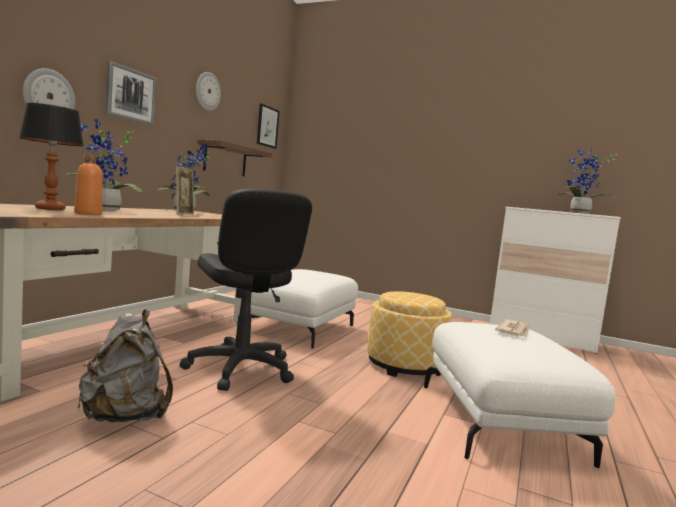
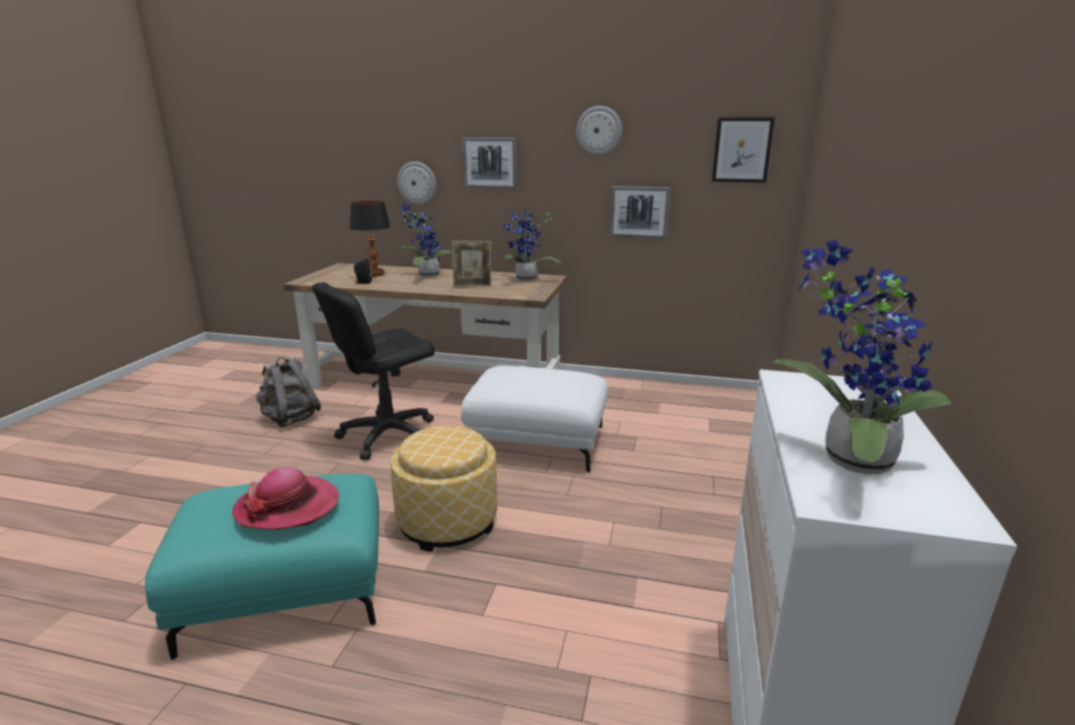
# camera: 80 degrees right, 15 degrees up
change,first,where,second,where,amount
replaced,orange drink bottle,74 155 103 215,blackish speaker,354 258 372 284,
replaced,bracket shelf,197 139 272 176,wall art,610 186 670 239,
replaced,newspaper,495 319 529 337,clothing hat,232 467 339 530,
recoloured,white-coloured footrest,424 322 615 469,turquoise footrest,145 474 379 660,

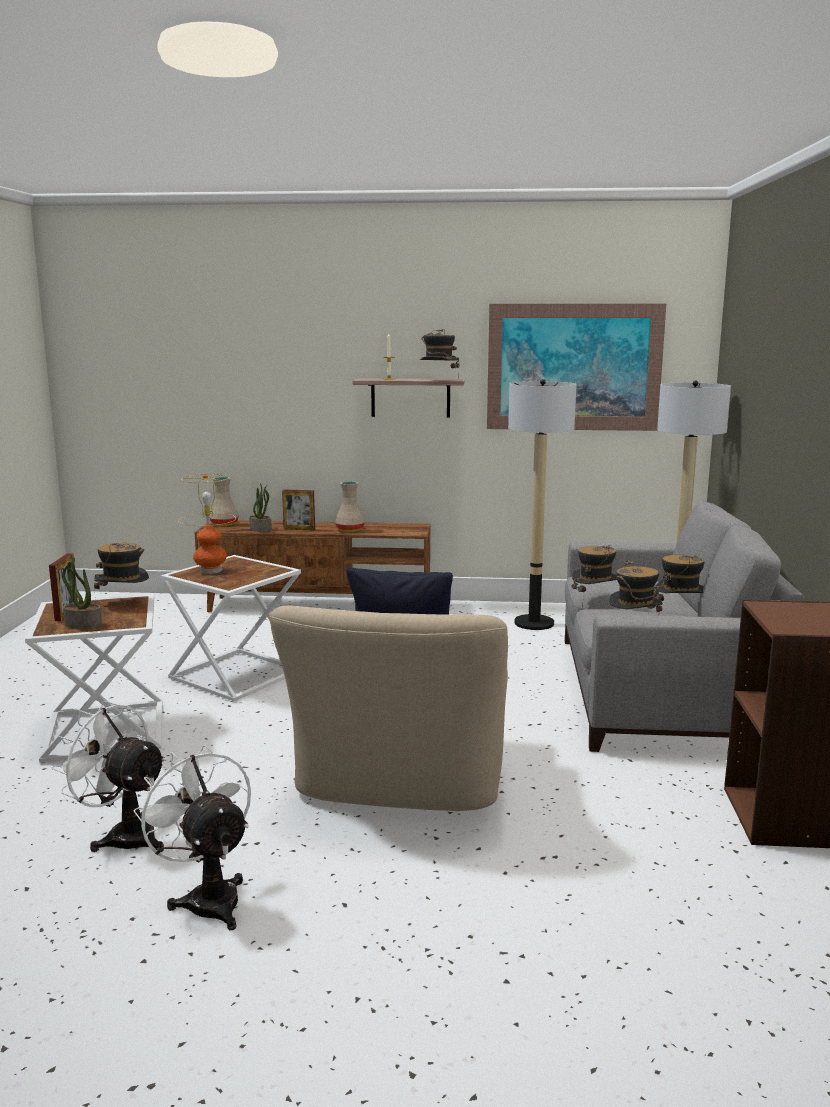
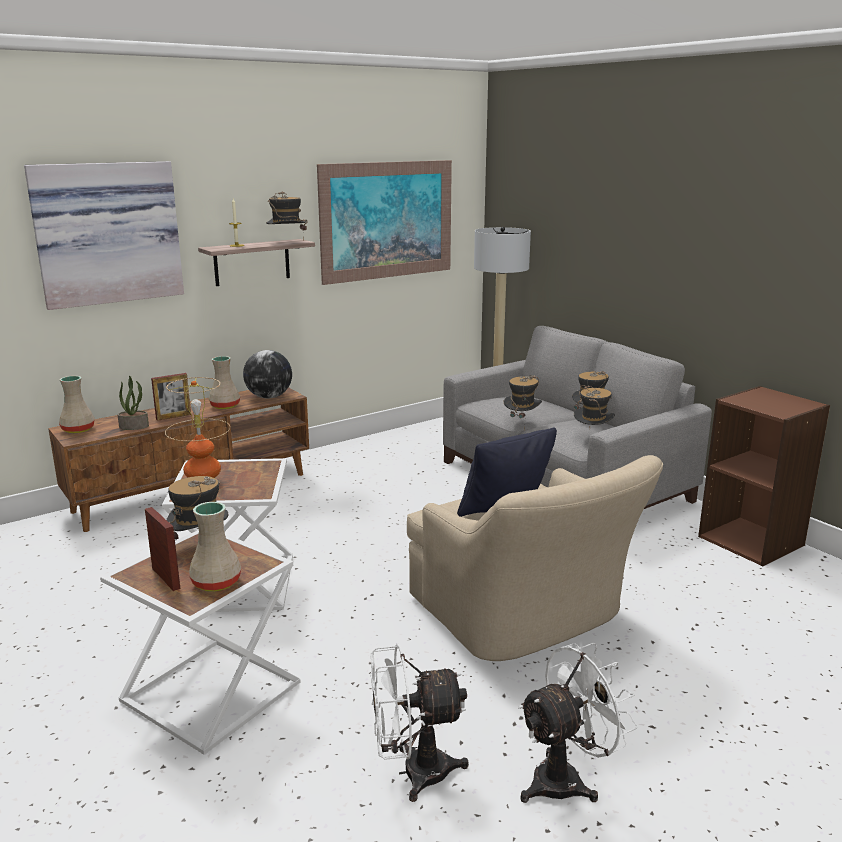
# camera: 40 degrees left, 5 degrees up
change,first,where,second,where,amount
removed,standard lamp,508 379 576 630,,,
added,,,wall art,24 161 184 310,
added,,,desk globe,243 350 292 398,
replaced,plant in a pot,62 557 102 629,beige-coloured vase,189 502 241 592,
turned,white-coloured fan,134 745 251 930,,518 642 638 803,135 degrees clockwise

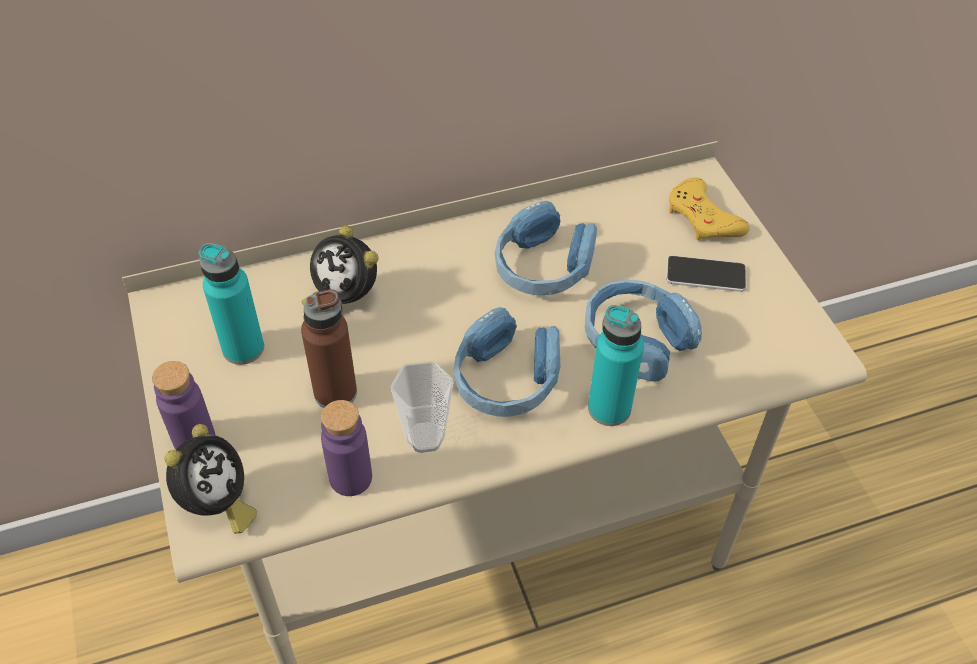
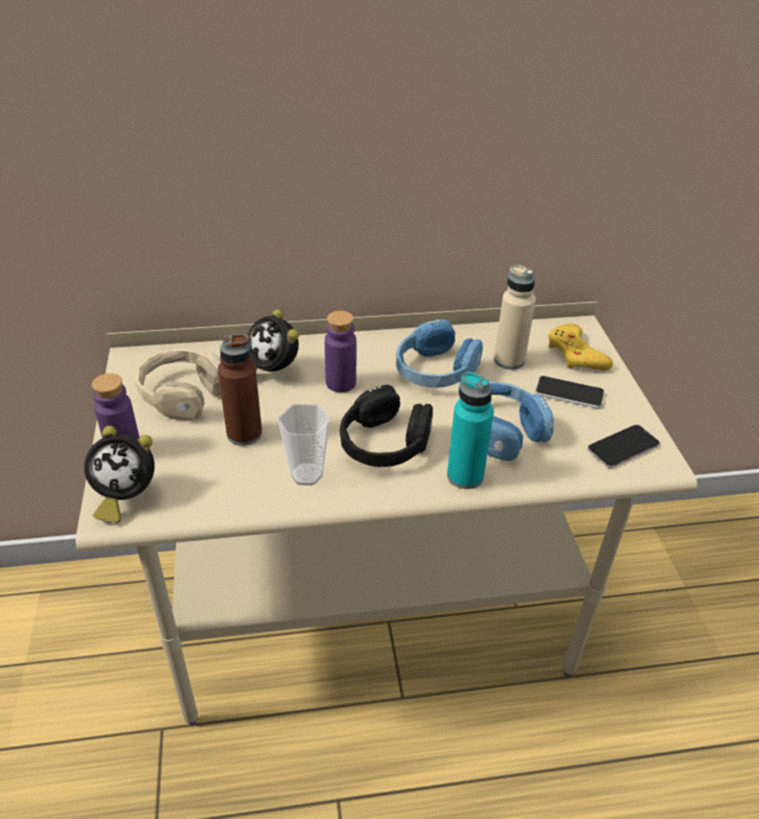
# camera: 10 degrees right, 10 degrees down
change,first,where,second,where,amount
added,,,beige-coloured drink bottle,494 264 536 370,
added,,,phone,587 425 660 468,
moved,purplish drink bottle,321 400 372 496,,325 311 356 392,
replaced,turquoise drink bottle,199 243 264 365,beige-coloured pair of headphones,135 349 221 420,
recoloured,blue pair of headphones,454 307 561 417,blackish pair of headphones,340 384 433 467,
turned,bedside clock,165 424 257 534,,84 426 155 523,60 degrees clockwise

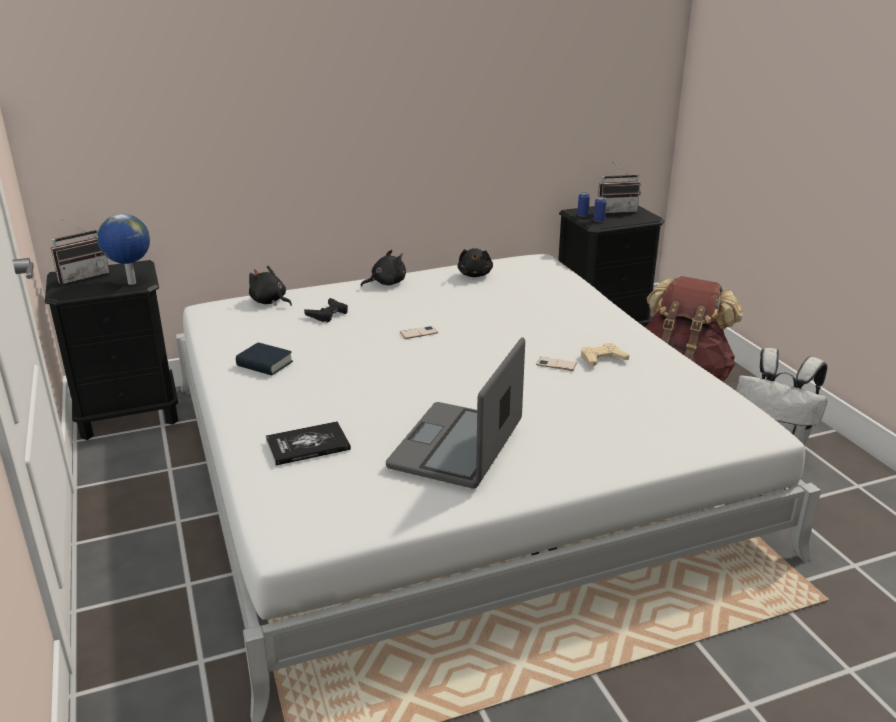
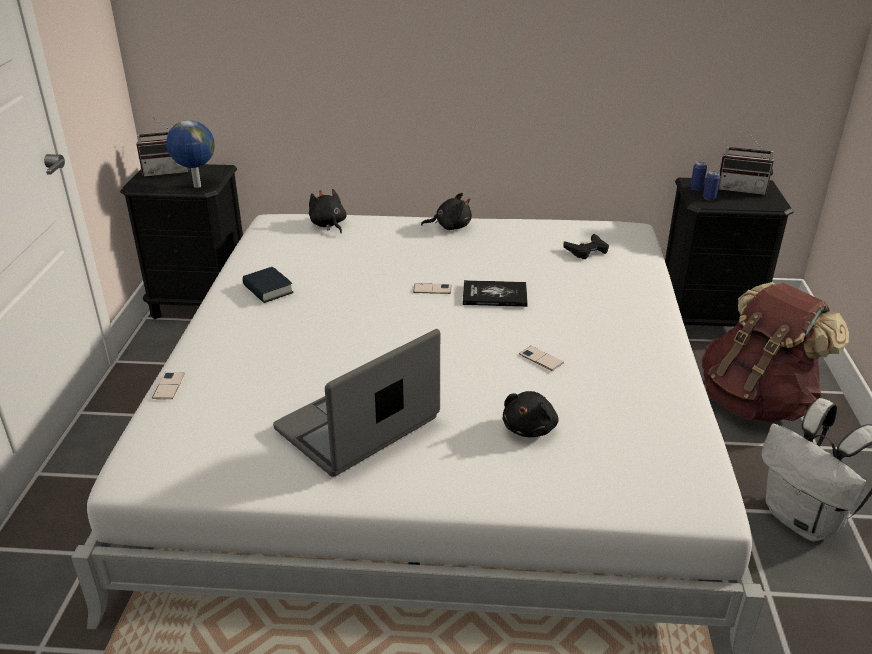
# camera: 25 degrees right, 5 degrees up
change,first,where,second,where,amount
removed,beige-coloured game controller,581 343 629 366,,,
added,,,phone,152 372 185 399,
moved,bound book,266 421 351 466,,463 280 528 307,
moved,blackish game controller,304 298 348 322,,563 234 609 259,
moved,blackish soft toy,458 248 493 277,,502 391 558 437,

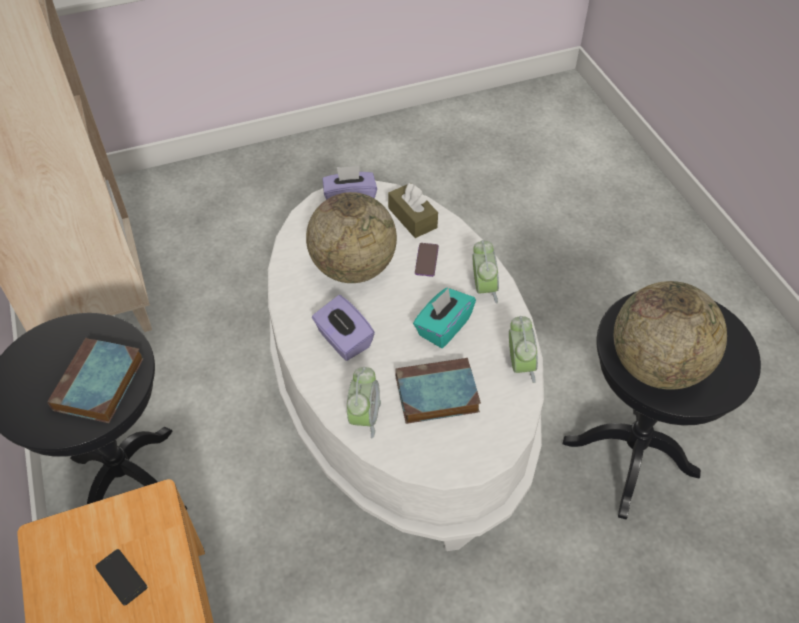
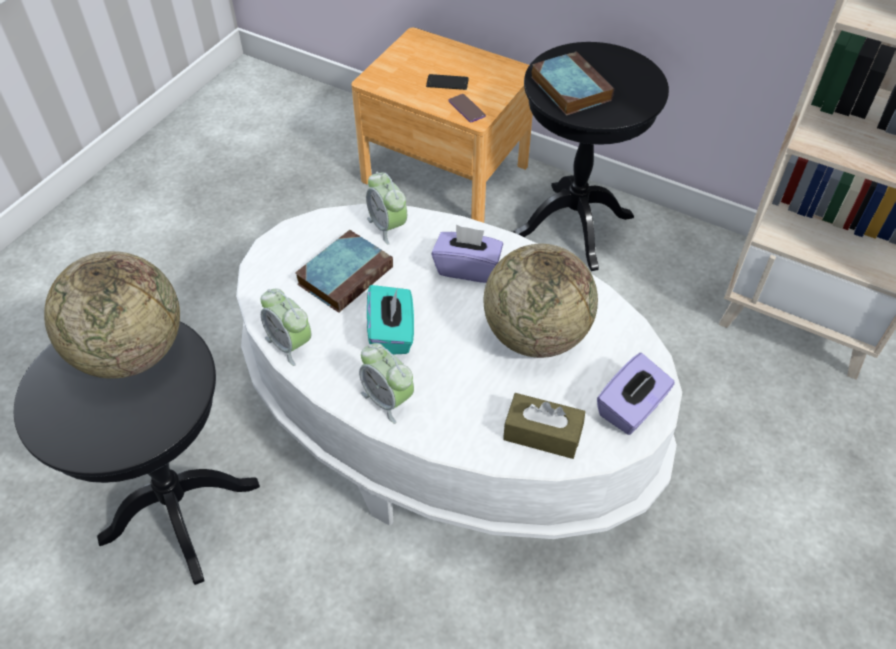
# camera: 140 degrees right, 0 degrees up
change,first,where,second,where,amount
moved,phone,415 243 439 277,,448 94 486 122,

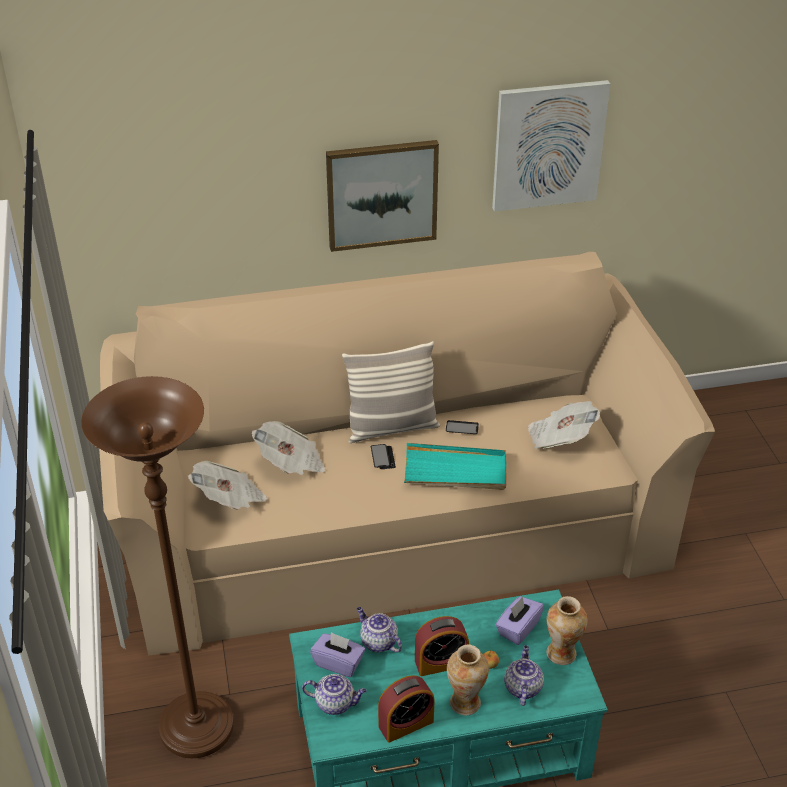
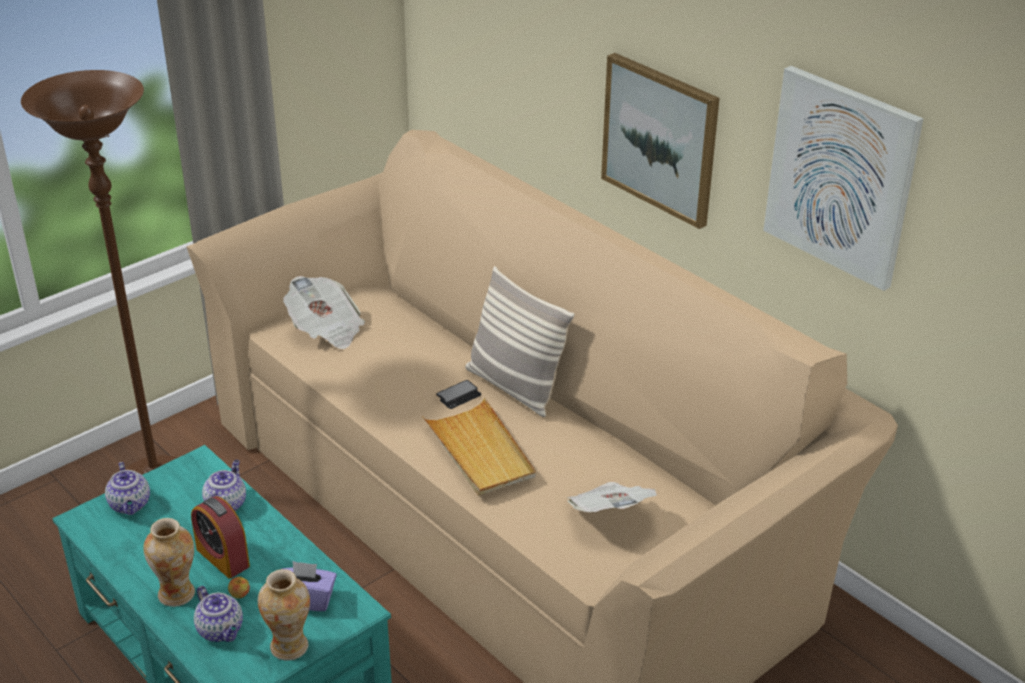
# camera: 60 degrees right, 5 degrees down
change,first,where,second,where,amount
removed,newspaper,252 421 325 475,,,
removed,purplish tissue holder,310 632 365 677,,,
removed,bedside clock,378 675 435 743,,,
removed,phone,446 420 479 434,,,
recoloured,turquoise carrying tray,404 443 506 490,beige-coloured carrying tray,422 398 536 496,
turned,teapot,504 645 544 706,,194 586 243 642,75 degrees clockwise

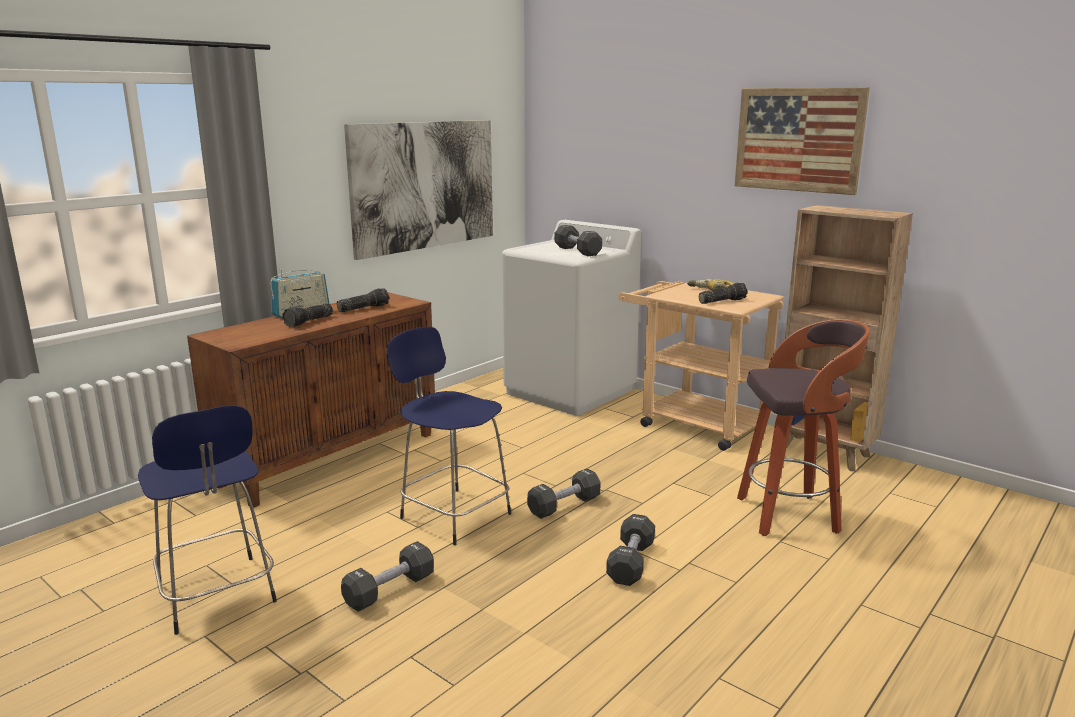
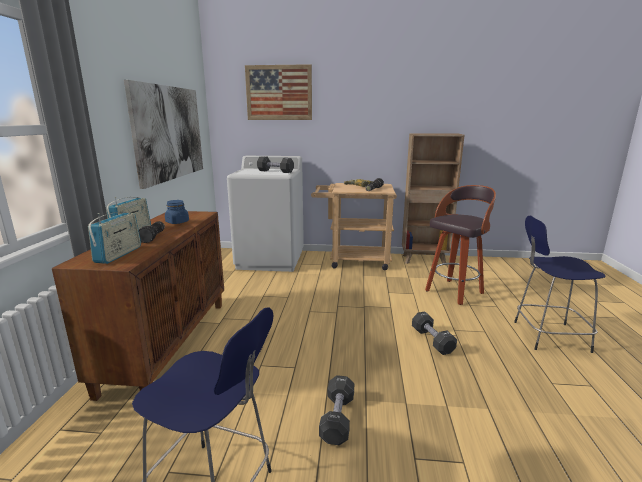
# camera: 35 degrees left, 0 degrees up
change,first,where,second,where,amount
removed,blackish free weight,527 468 600 519,,,
added,,,radio,88 212 141 264,
moved,blue sitting stool,386 327 511 545,,514 216 605 353,
moved,wall art,735 87 870 195,,245 64 312 120,
replaced,flashlight,337 288 389 312,blue preserve jar,165 200 189 224,

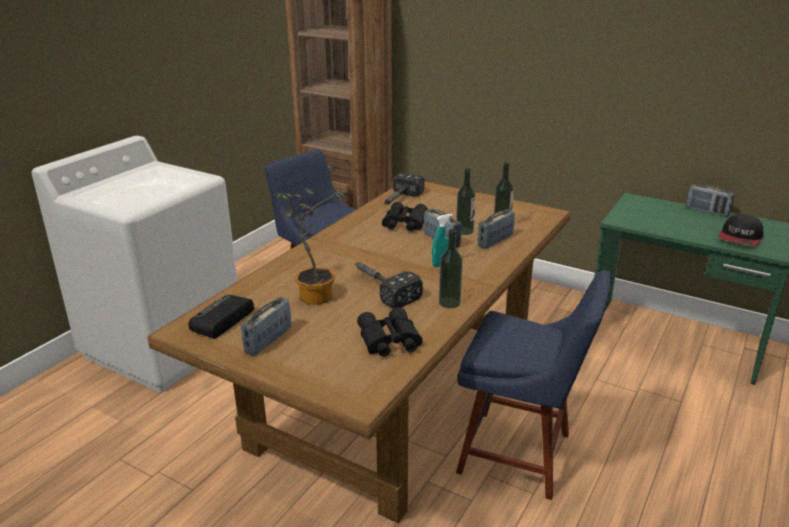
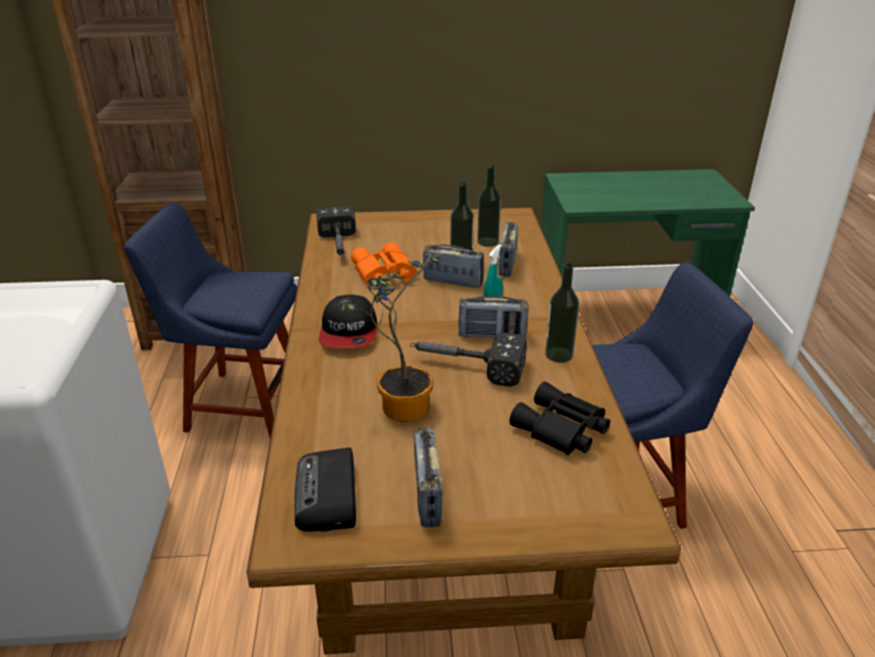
# camera: 35 degrees left, 5 degrees up
change,first,where,second,where,amount
moved,radio,686 184 735 217,,459 296 529 338,
moved,baseball cap,719 214 763 245,,319 294 377 348,
recoloured,blackish pair of binoculars,382 202 428 232,orange pair of binoculars,351 242 417 285,

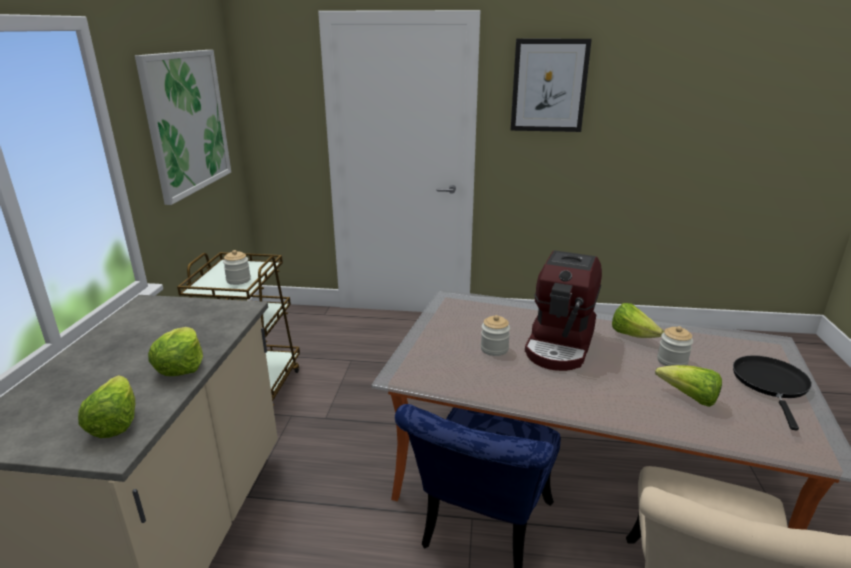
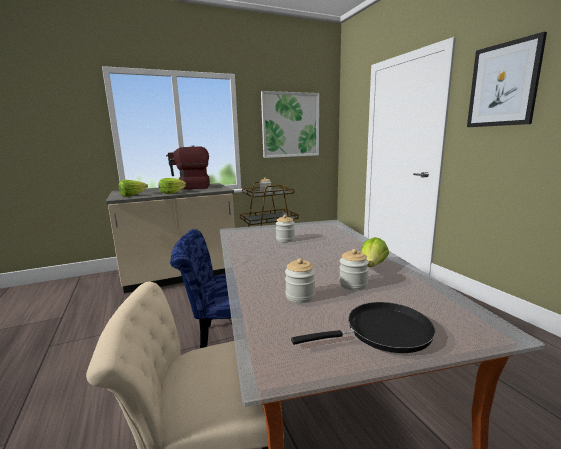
# camera: 60 degrees right, 10 degrees down
change,first,where,second,where,amount
moved,coffee maker,525 250 602 371,,166 146 210 190,
replaced,lettuce head,655 365 722 407,preserve jar,285 258 315 303,

